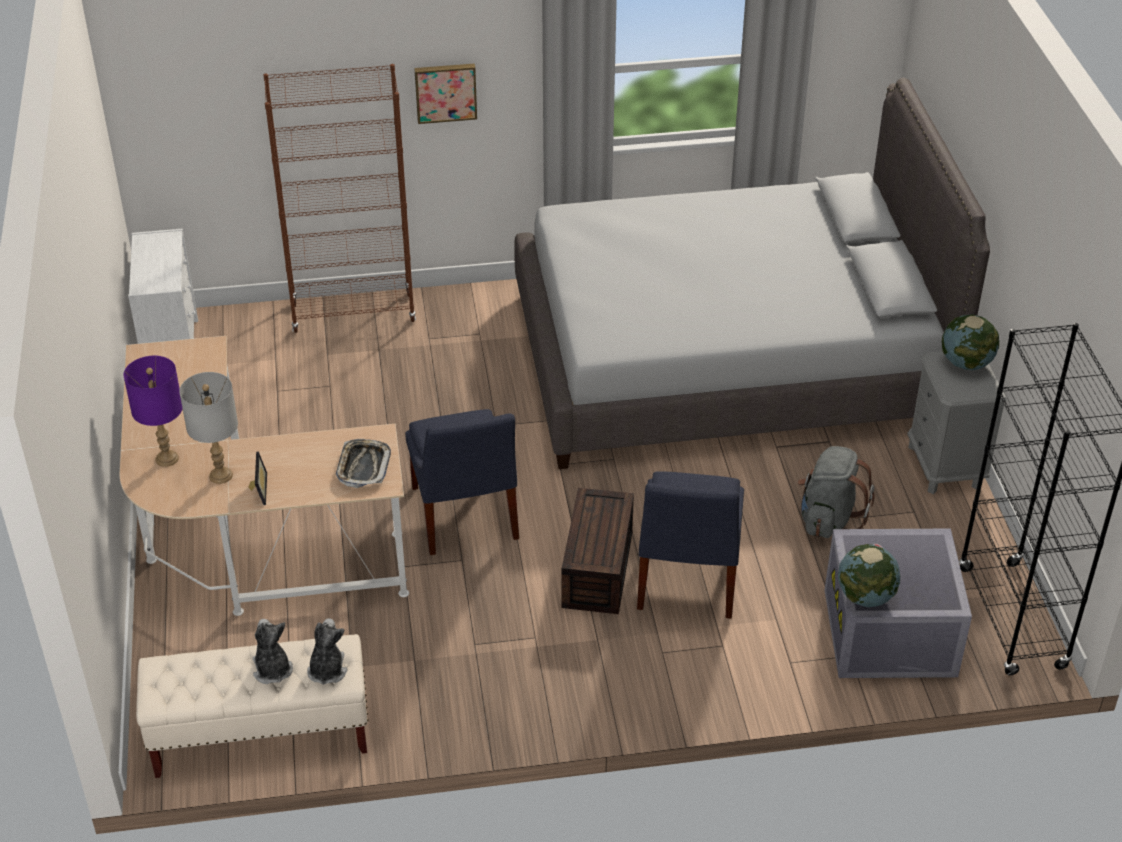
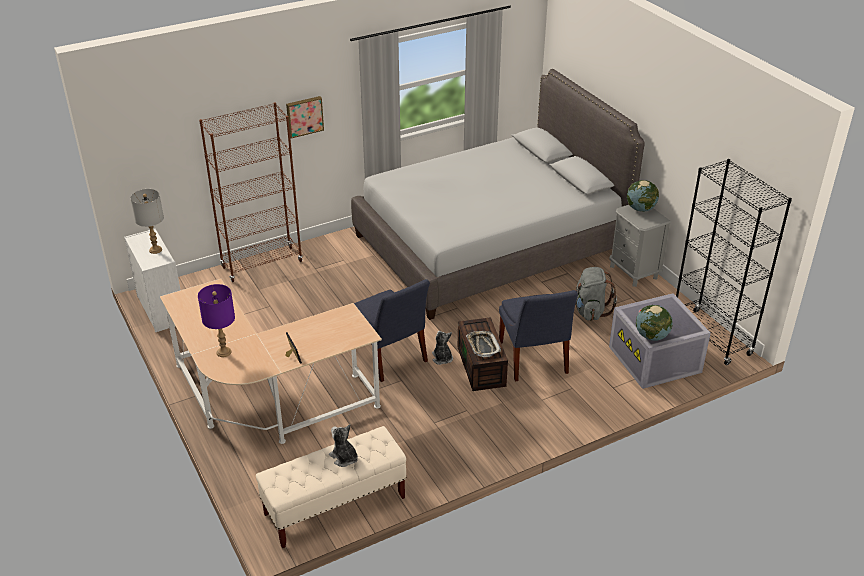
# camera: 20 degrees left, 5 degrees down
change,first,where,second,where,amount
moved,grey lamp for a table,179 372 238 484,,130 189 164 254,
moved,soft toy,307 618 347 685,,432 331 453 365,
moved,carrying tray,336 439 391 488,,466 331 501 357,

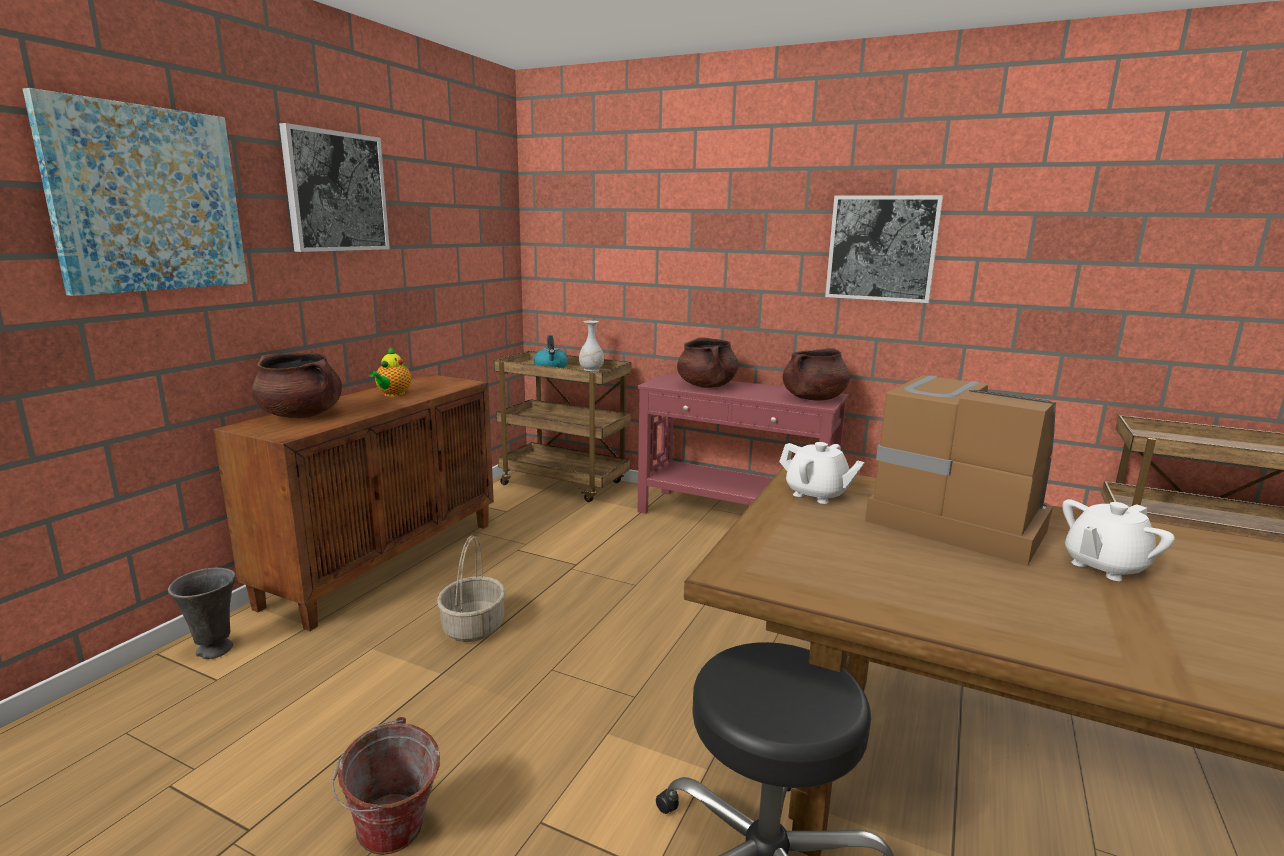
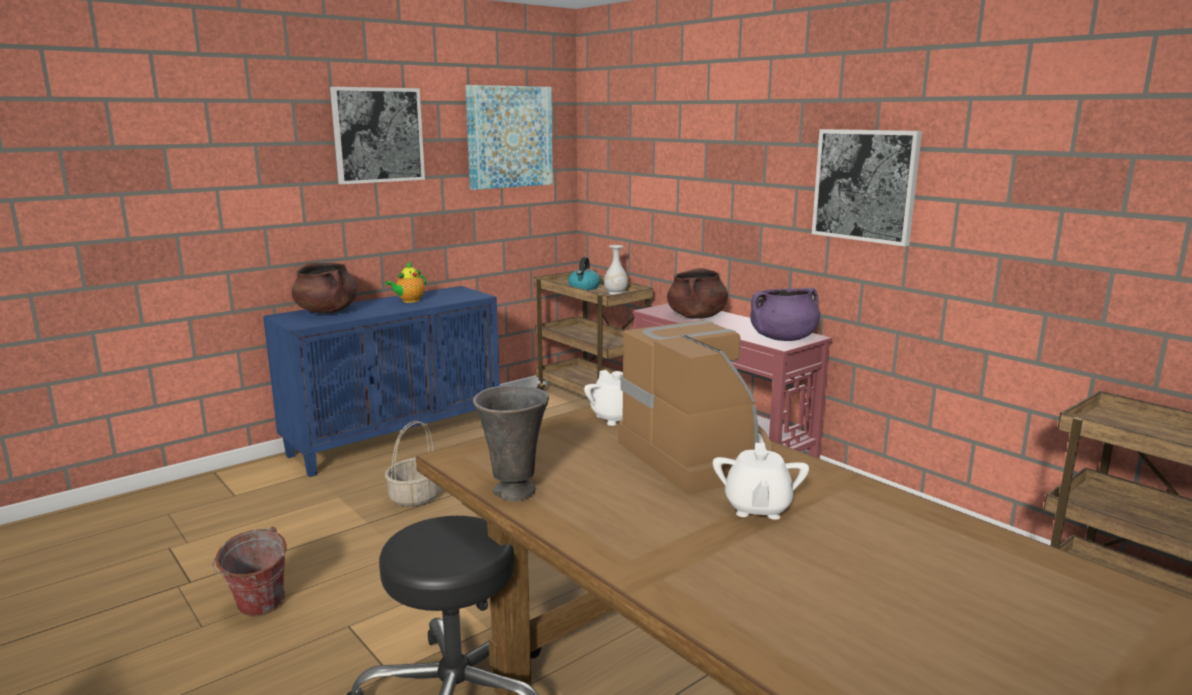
# camera: 25 degrees right, 0 degrees up
change,first,where,second,where,amount
moved,wall art,23 88 248 296,,465 85 553 190,
moved,grey vase,168 568 236 659,,473 385 549 501,
recoloured,brown cupboard,213 374 494 631,blue cupboard,263 286 500 477,
recoloured,brown saucepot,783 348 850 400,purplish saucepot,750 288 820 341,
turned,white-coloured teapot,1062 499 1175 581,,713 443 809 520,75 degrees counterclockwise

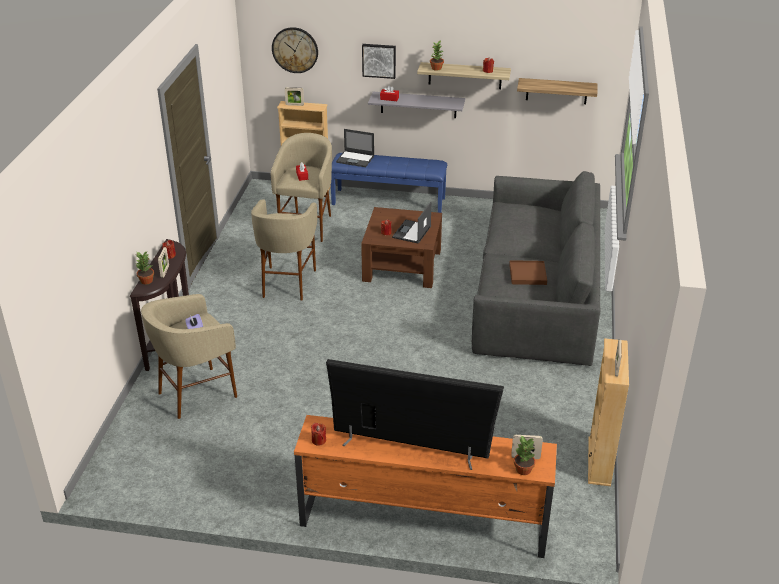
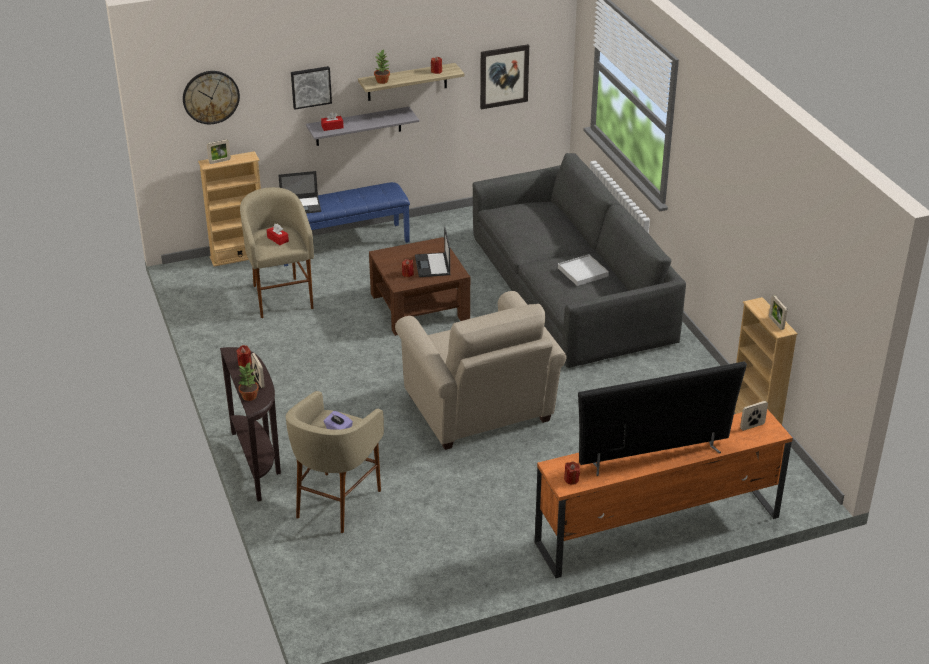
# camera: 30 degrees left, 0 degrees up
change,first,where,second,where,amount
removed,beige-coloured sitting stool,251 199 317 301,,,
removed,plant in a pot,514 436 535 475,,,
added,,,beige-coloured armchair,395 291 566 450,
replaced,bracket shelf,517 78 597 104,wall art,480 44 529 109,
recoloured,brown carrying tray,509 260 547 285,white-coloured carrying tray,558 254 609 286,

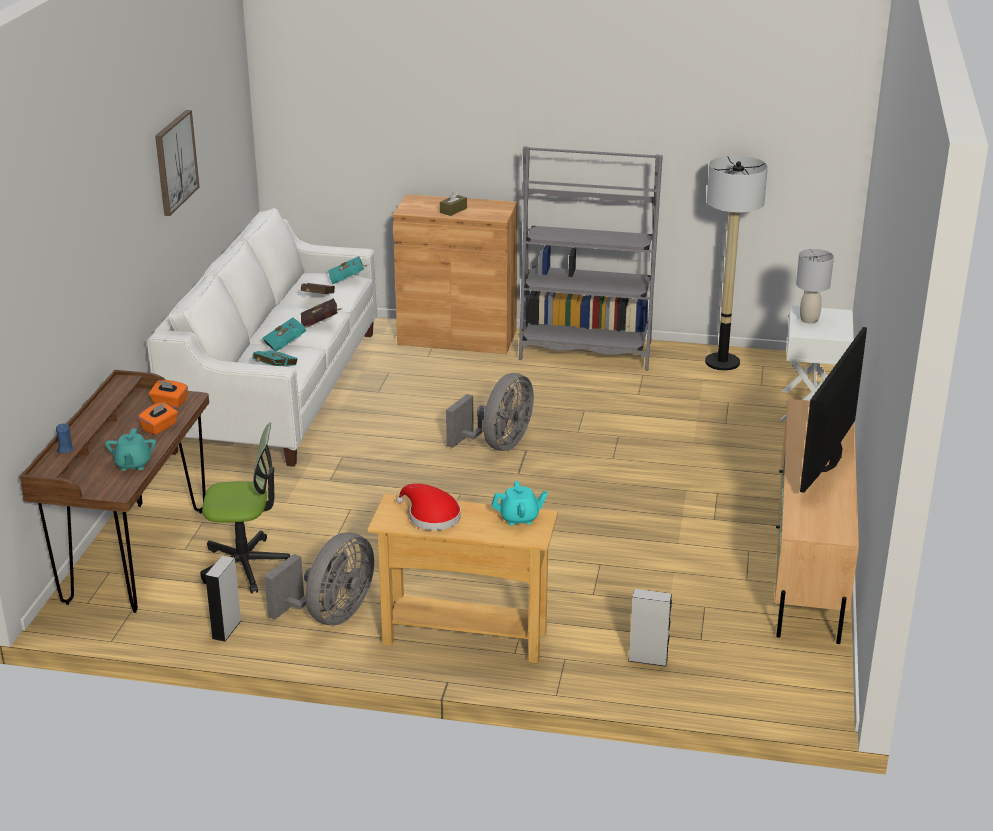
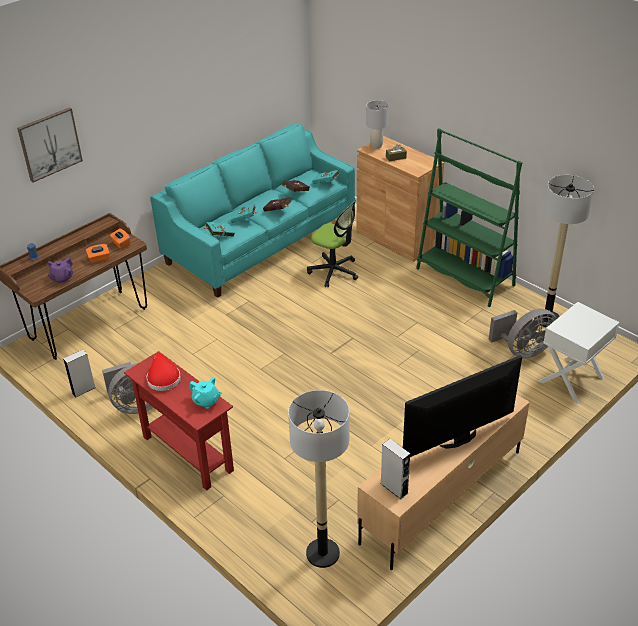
# camera: 35 degrees right, 10 degrees up
change,first,where,second,where,amount
added,,,standard lamp,288 390 349 568,
moved,wall art,155 110 199 216,,17 107 83 182,
moved,office chair,200 423 290 594,,307 200 358 287,
moved,grey fan,446 373 534 451,,489 309 557 359,
moved,grey speaker,628 589 672 667,,380 439 410 499,
moved,grey lamp for a table,796 249 834 323,,366 100 388 149,
recoloured,turquoise teapot,105 429 156 471,purplish teapot,47 258 73 284,
recoloured,white-coloured sofa,146 208 378 467,turquoise sofa,150 124 355 298,
recoloured,beige-coloured hall table,367 494 558 663,red hall table,124 351 234 490,
recoloured,grey bookshelf,519 146 663 371,green bookshelf,416 128 522 307,

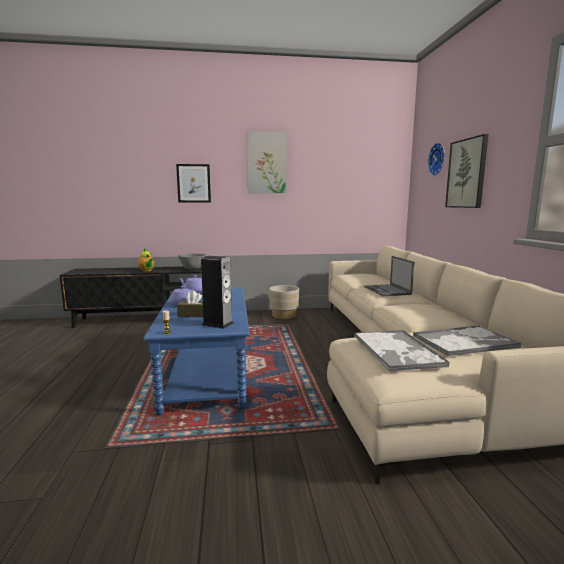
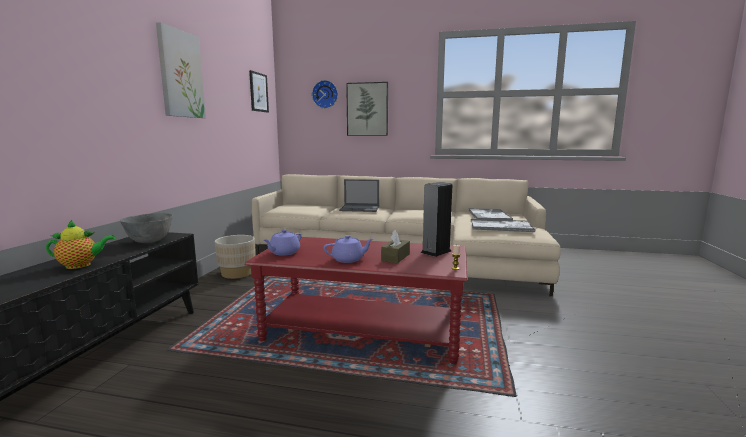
# camera: 70 degrees left, 0 degrees up
change,first,where,second,where,amount
moved,wall art,176 164 211 202,,249 70 269 113,
recoloured,blue coffee table,143 287 250 416,red coffee table,245 237 468 364,

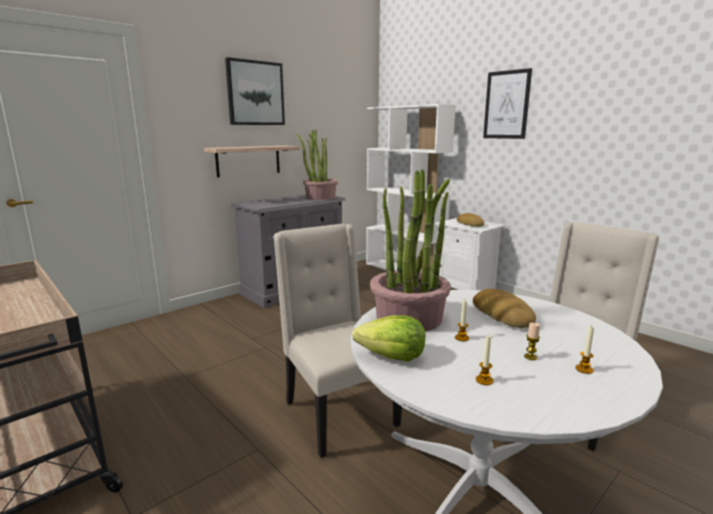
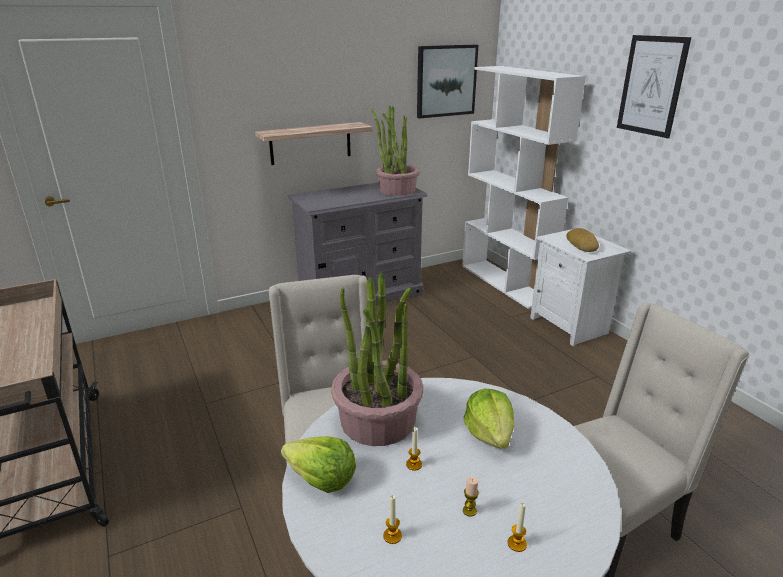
# camera: 15 degrees right, 10 degrees up
change,first,where,second,where,amount
moved,wall art,225 57 285 125,,417 45 478 119,
replaced,baked bread,473 289 536 328,lettuce head,463 389 514 449,

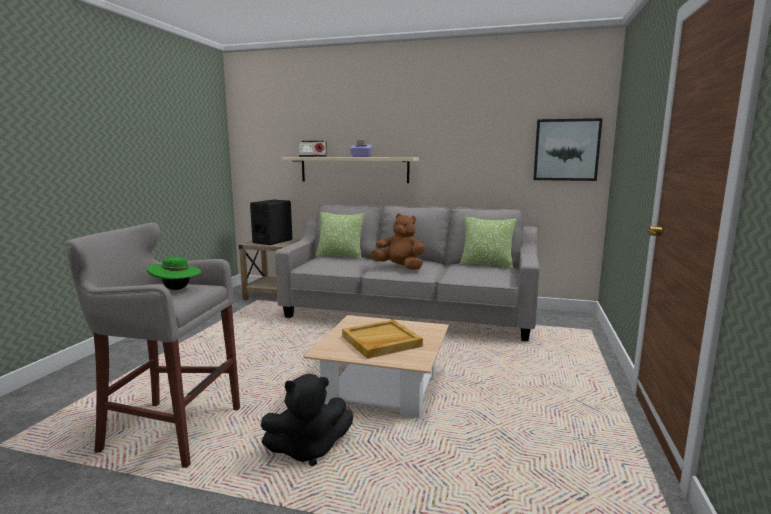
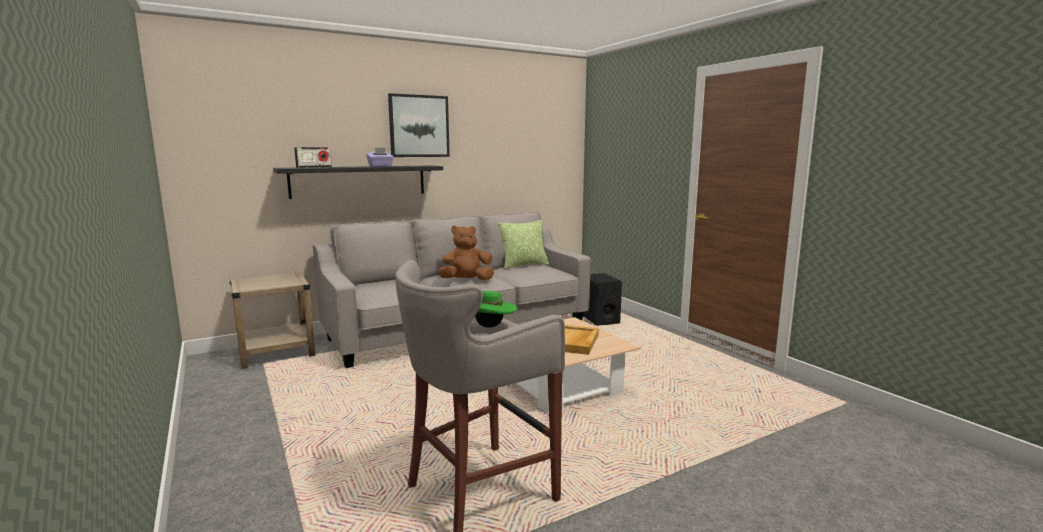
# camera: 45 degrees left, 0 degrees up
change,first,where,second,where,amount
removed,blackish soft toy,261 374 353 466,,,
removed,cushion,316 212 365 259,,,
moved,blackish speaker,250 200 292 245,,583 273 622 326,
moved,wall art,533 118 603 181,,388 93 450 157,
recoloured,beige-coloured bracket shelf,281 157 419 183,blackish bracket shelf,273 165 443 199,

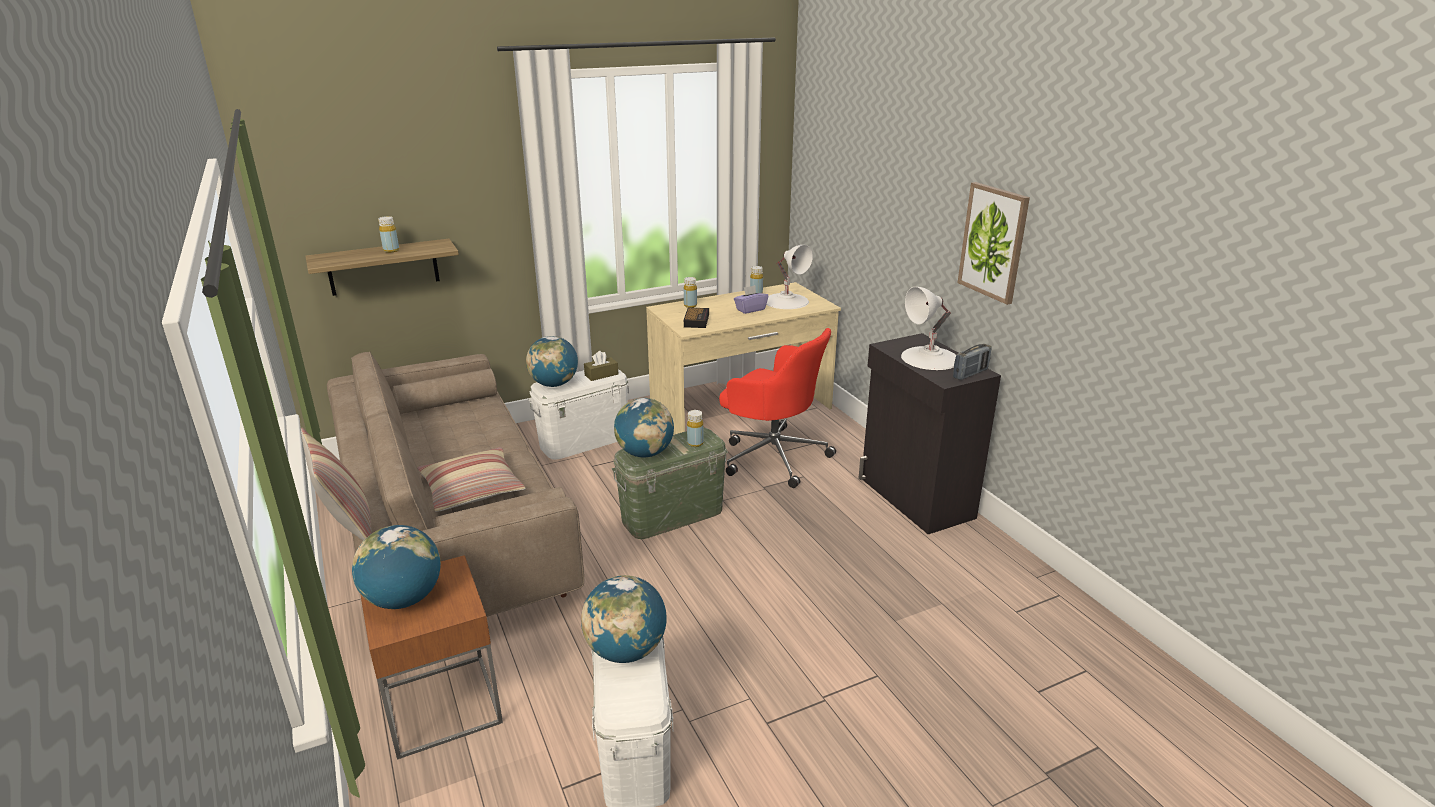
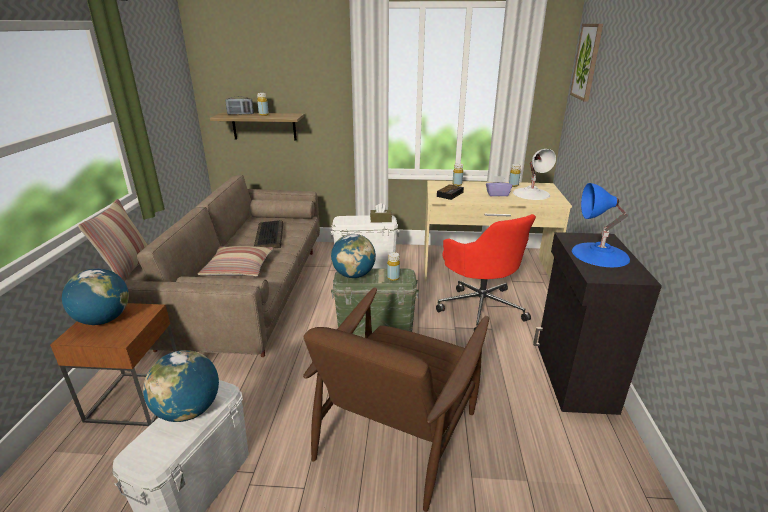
# camera: 30 degrees right, 0 degrees up
change,first,where,second,where,amount
removed,desk globe,526 336 578 387,,,
added,,,keyboard,254 220 283 248,
added,,,brown armchair,303 287 489 512,
moved,radio,953 344 992 380,,225 96 254 115,
moved,wall art,958 182 1030 305,,570 24 603 102,
recoloured,white-coloured lamp for a table,901 287 956 370,blue lamp for a table,572 183 630 267,

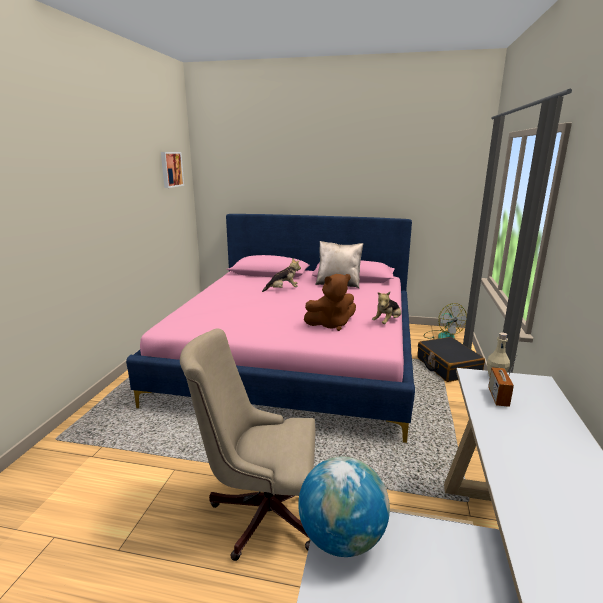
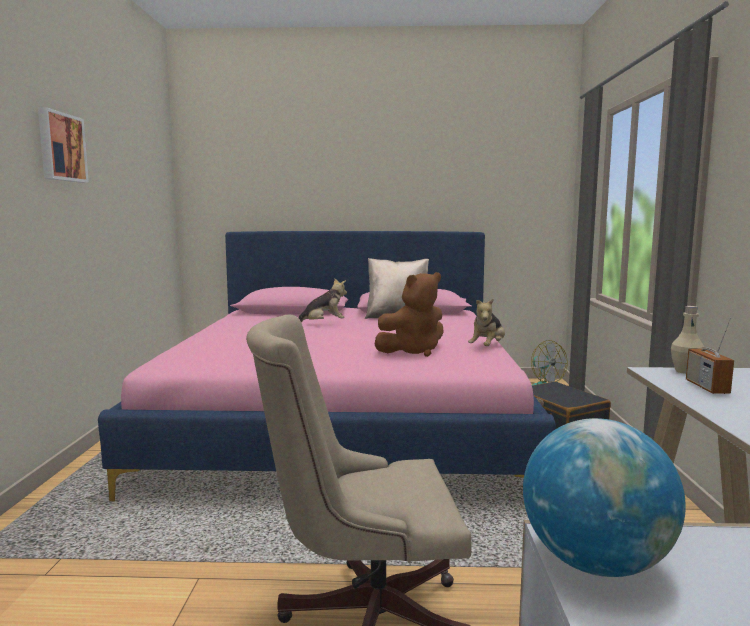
# camera: 10 degrees left, 10 degrees down
change,first,where,second,where,amount
moved,wall art,161 152 184 188,,38 107 89 183,

